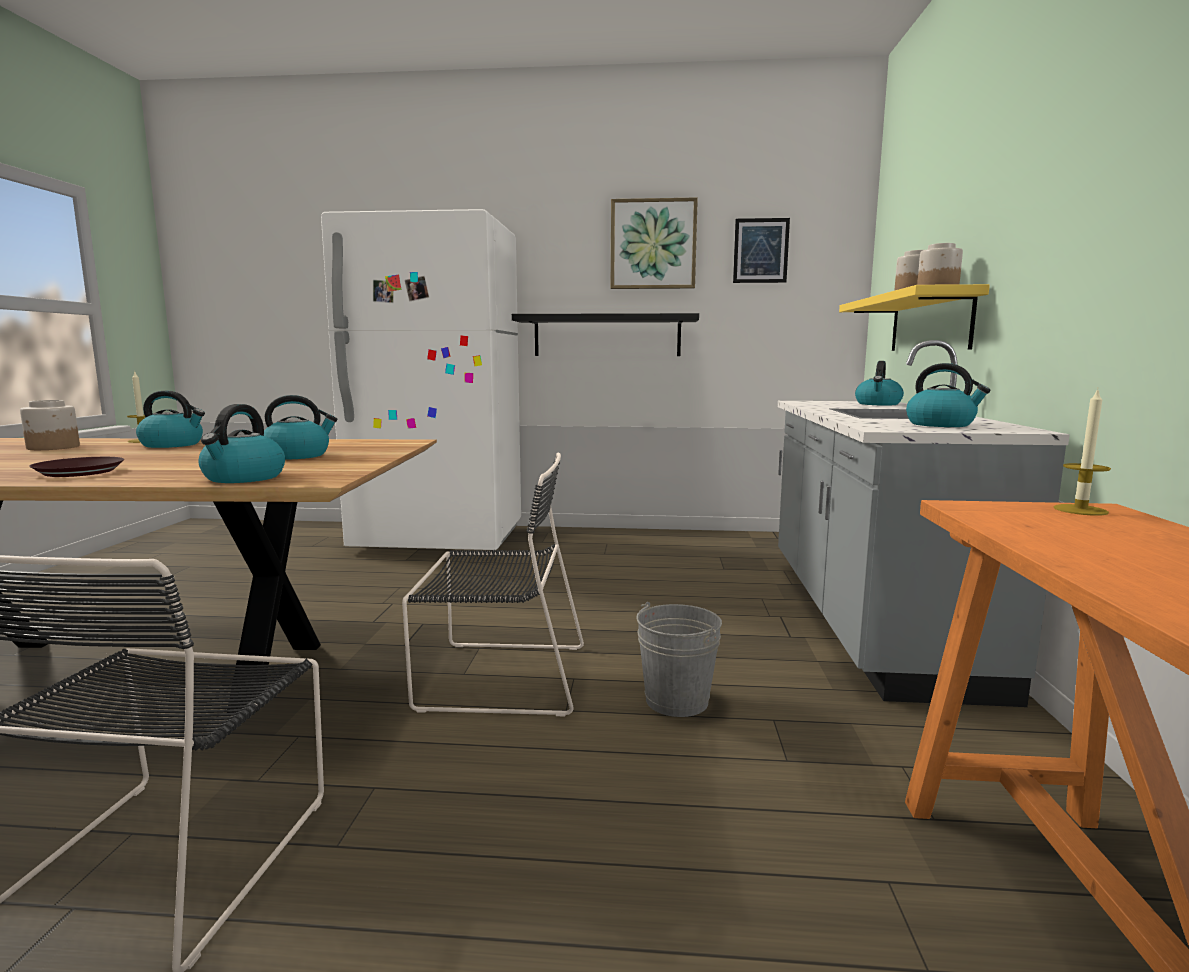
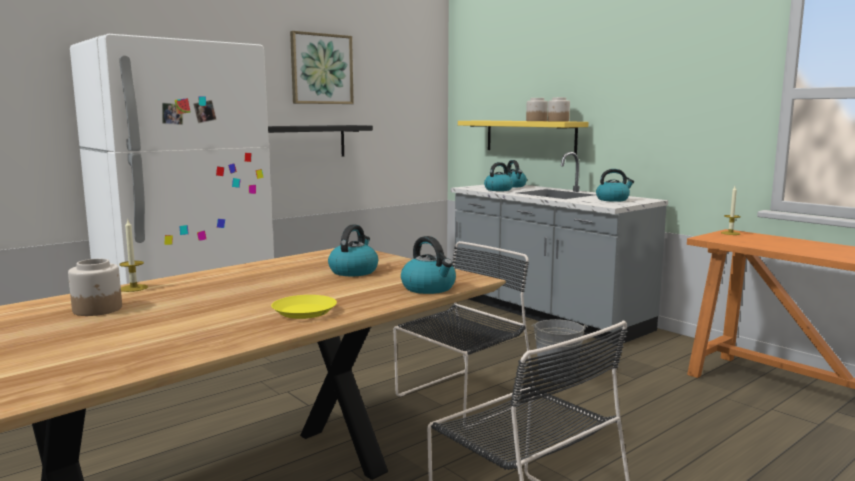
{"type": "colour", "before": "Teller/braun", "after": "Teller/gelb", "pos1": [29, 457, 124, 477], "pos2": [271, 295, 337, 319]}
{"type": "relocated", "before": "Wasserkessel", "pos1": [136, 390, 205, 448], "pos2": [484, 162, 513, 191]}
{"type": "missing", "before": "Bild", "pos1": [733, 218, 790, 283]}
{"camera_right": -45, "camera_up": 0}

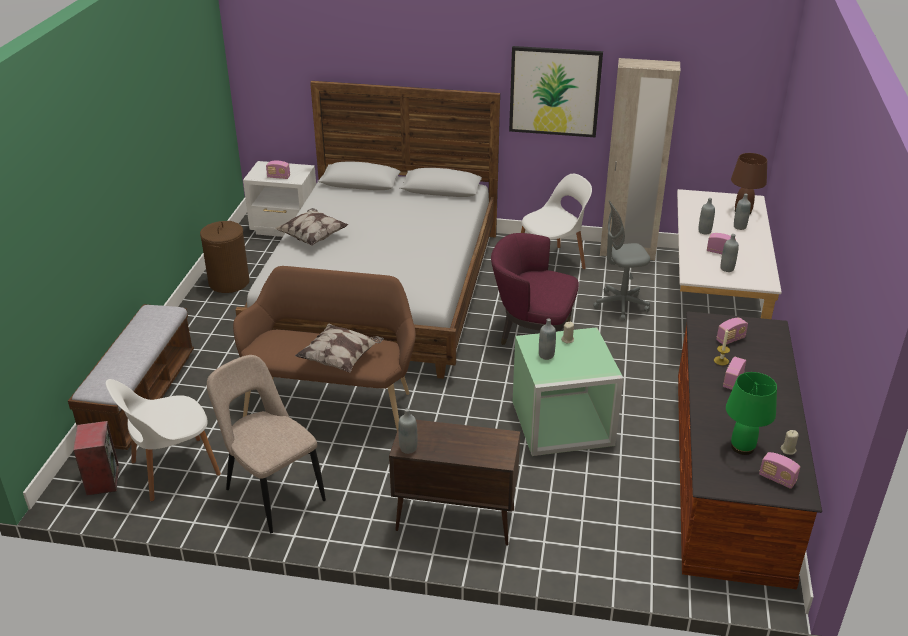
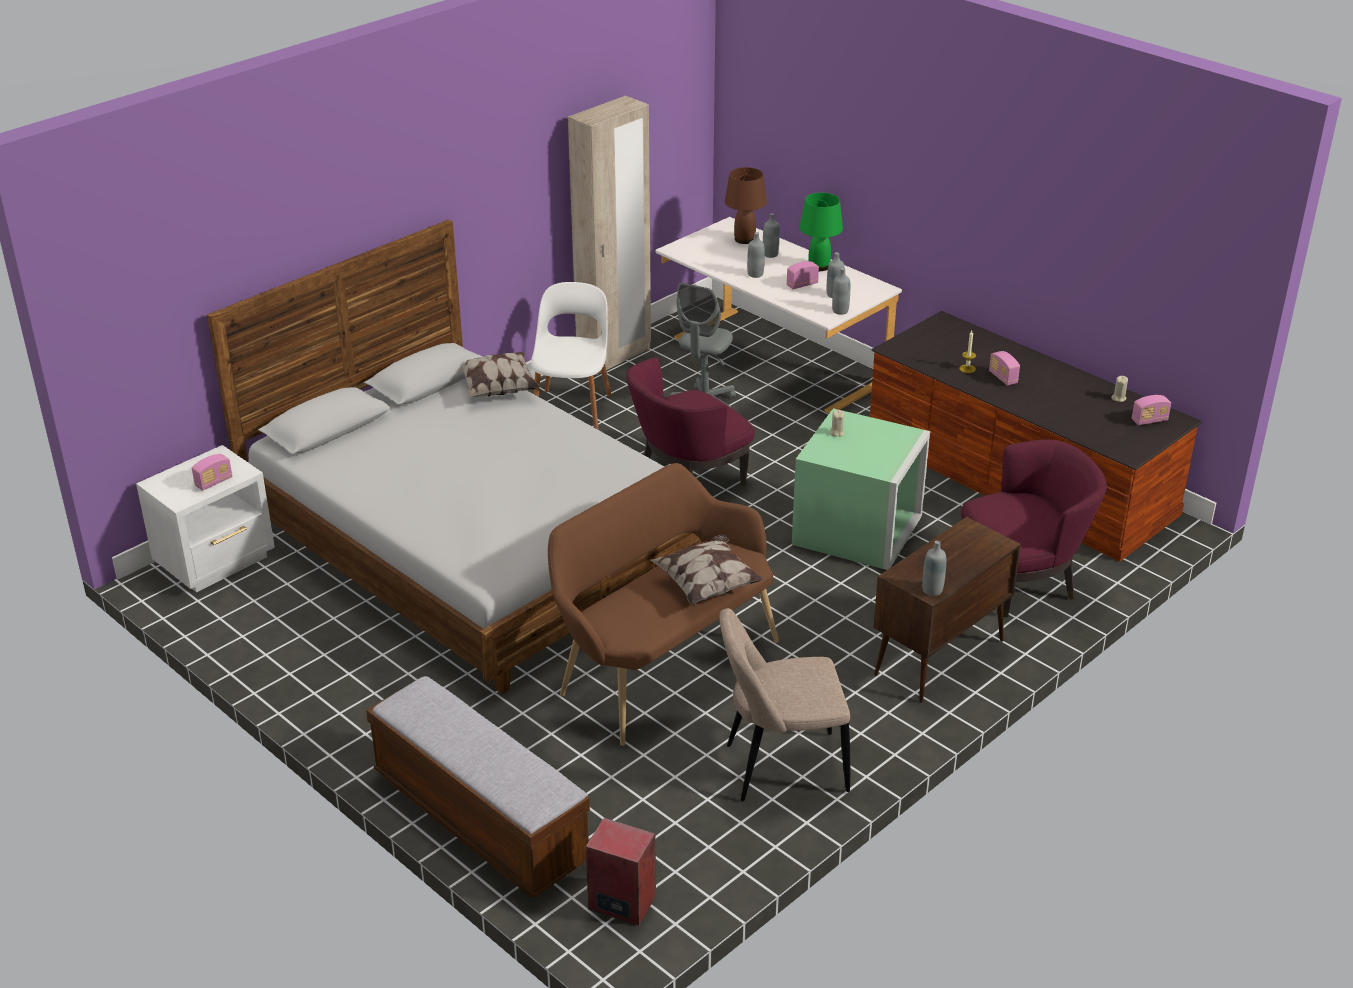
{"type": "missing", "before": "Stuhl/weiß", "pos1": [106, 379, 221, 501]}
{"type": "missing", "before": "Wäschekorb/braun", "pos1": [200, 221, 250, 293]}
{"type": "relocated", "before": "Kissen", "pos1": [274, 208, 349, 246], "pos2": [462, 352, 540, 398]}
{"type": "missing", "before": "Bild", "pos1": [509, 46, 603, 138]}
{"type": "relocated", "before": "Flasche/grau", "pos1": [539, 319, 556, 360], "pos2": [832, 268, 850, 315]}
{"type": "missing", "before": "Radio", "pos1": [716, 318, 748, 344]}
{"type": "relocated", "before": "Tischlampe/grün", "pos1": [726, 372, 777, 455], "pos2": [799, 193, 843, 271]}
{"type": "appeared", "after": "Sessel/lila", "pos2": [961, 440, 1107, 617]}
{"camera_right": -55, "camera_up": 0}

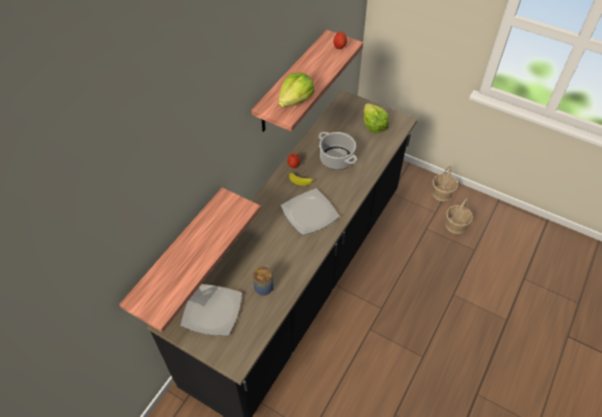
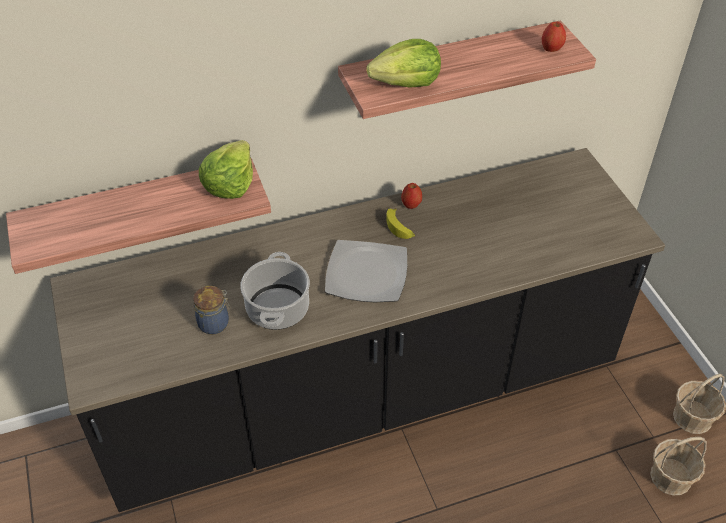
{"type": "missing", "before": "Teller", "pos1": [181, 284, 242, 336]}
{"type": "relocated", "before": "Kochtopf", "pos1": [319, 132, 357, 170], "pos2": [240, 252, 310, 330]}
{"type": "relocated", "before": "Salatkopf", "pos1": [363, 103, 389, 133], "pos2": [199, 140, 253, 199]}
{"camera_right": 40, "camera_up": -5}

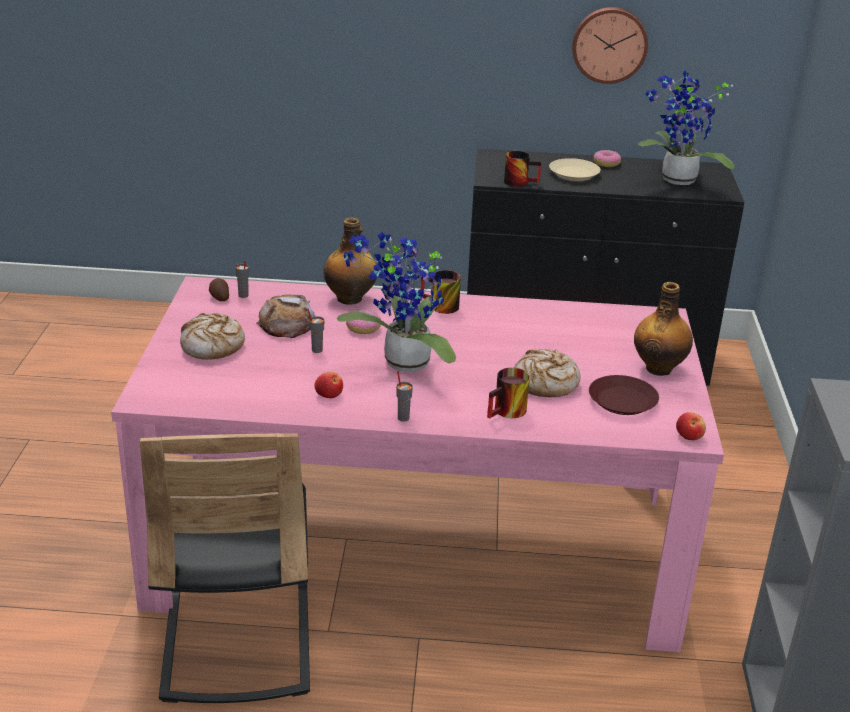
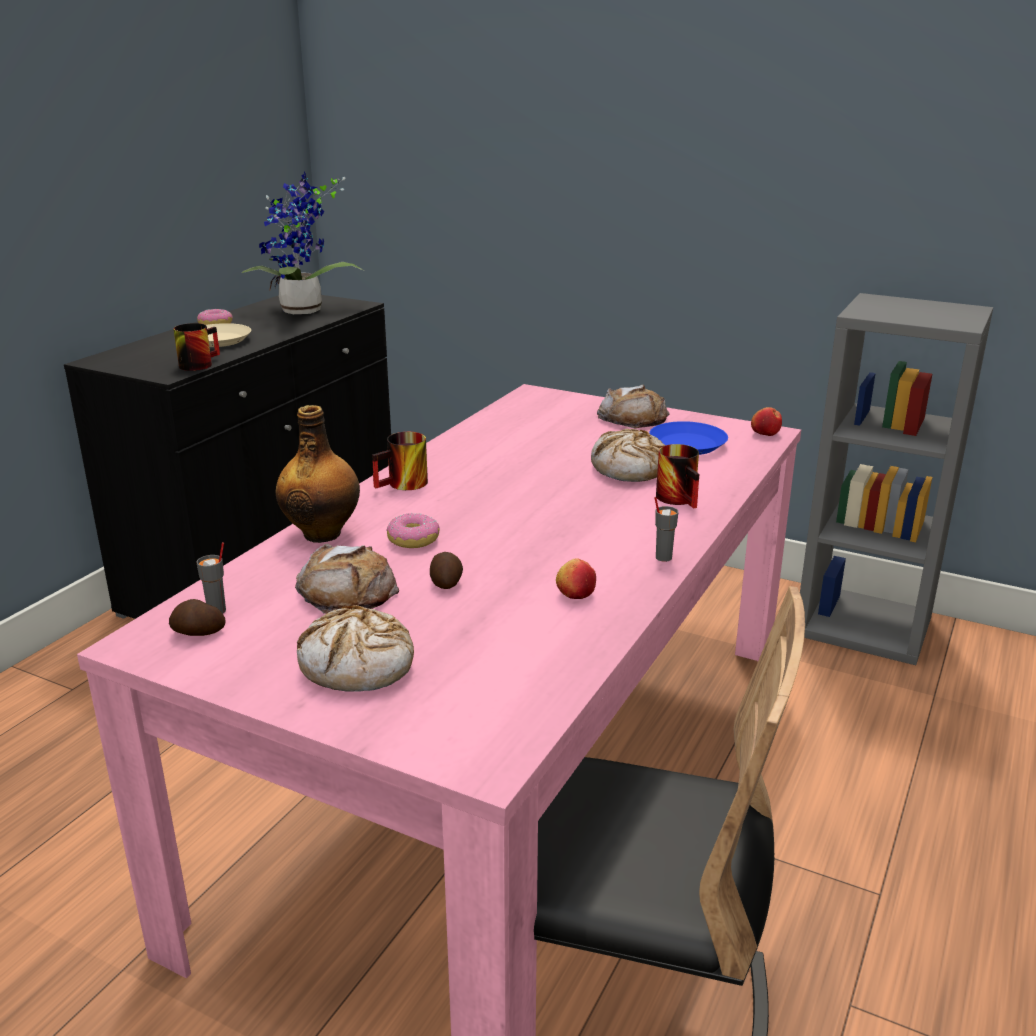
{"type": "exchanged", "before": "Tasse/grau", "after": "Kartoffel", "pos1": [307, 308, 324, 353], "pos2": [430, 552, 463, 589]}
{"type": "missing", "before": "Topfpflanze", "pos1": [336, 232, 456, 372]}
{"type": "missing", "before": "Wanduhr", "pos1": [572, 7, 648, 84]}
{"type": "colour", "before": "Teller/braun", "after": "Teller/blau", "pos1": [589, 375, 659, 415], "pos2": [649, 421, 728, 455]}
{"type": "exchanged", "before": "Flasche", "after": "Brot", "pos1": [634, 282, 693, 376], "pos2": [597, 385, 670, 428]}
{"camera_right": -65, "camera_up": -5}

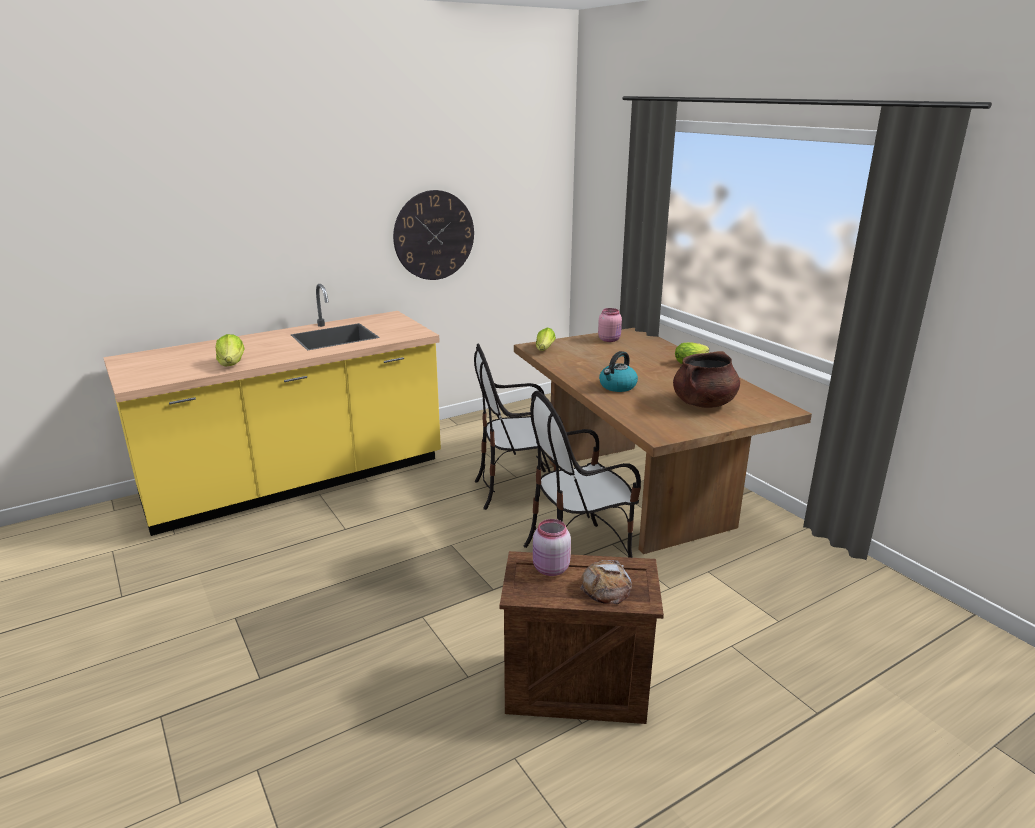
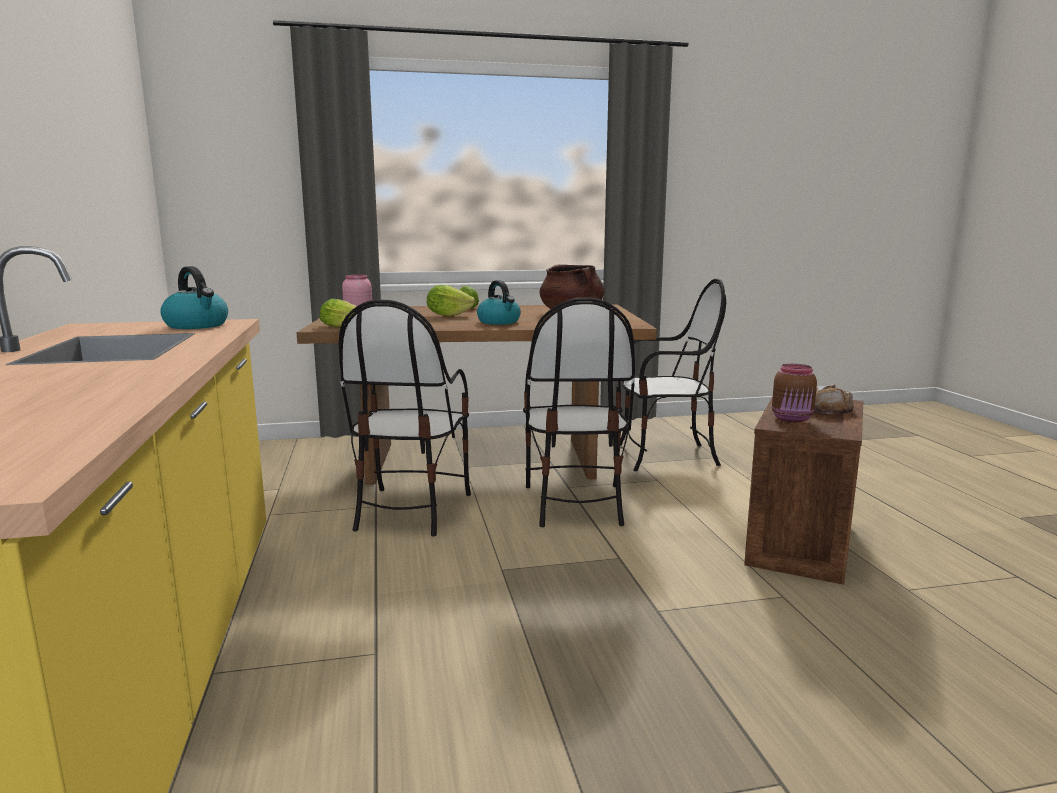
{"type": "relocated", "before": "Salatkopf", "pos1": [216, 334, 245, 367], "pos2": [427, 285, 475, 317]}
{"type": "missing", "before": "Wanduhr", "pos1": [393, 190, 474, 280]}
{"type": "colour", "before": "Vorratsglas/rosa", "after": "Vorratsglas/braun", "pos1": [533, 519, 571, 576], "pos2": [772, 364, 817, 422]}
{"type": "appeared", "after": "Wasserkessel", "pos2": [160, 266, 228, 329]}
{"type": "appeared", "after": "Stuhl", "pos2": [620, 279, 726, 471]}
{"camera_right": -70, "camera_up": -10}

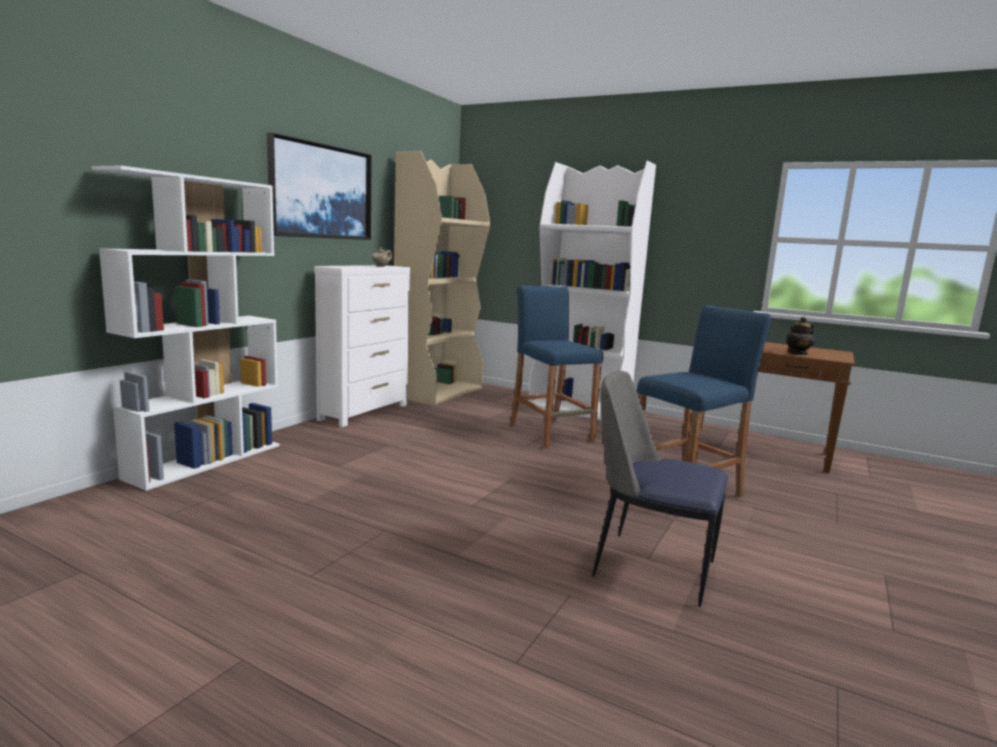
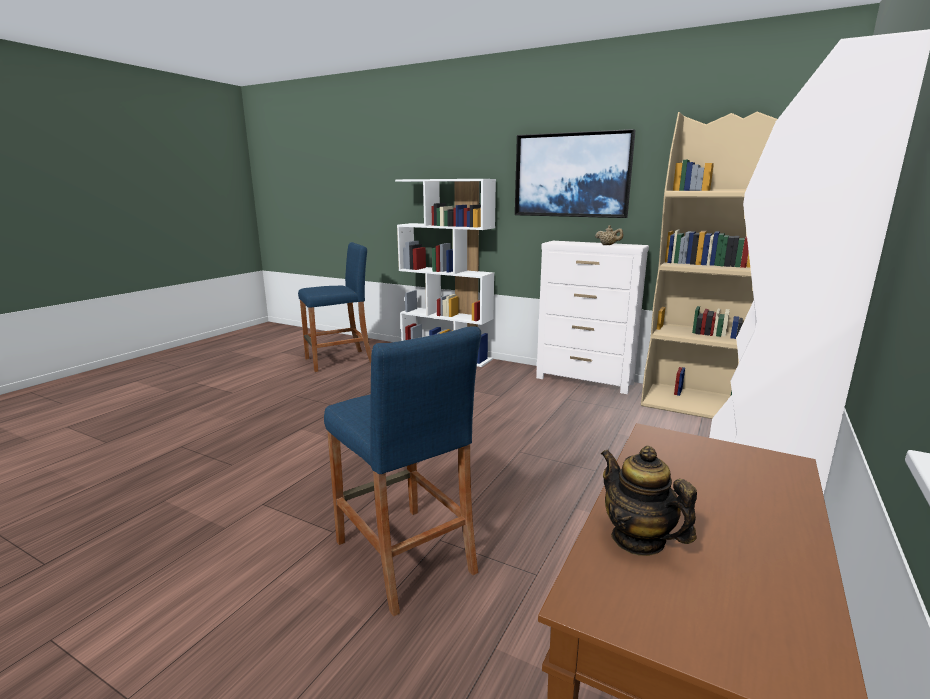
{"type": "relocated", "before": "Hocker/blau", "pos1": [510, 285, 603, 449], "pos2": [298, 242, 371, 372]}
{"type": "missing", "before": "Stuhl", "pos1": [592, 371, 728, 607]}
{"camera_right": 90, "camera_up": 5}

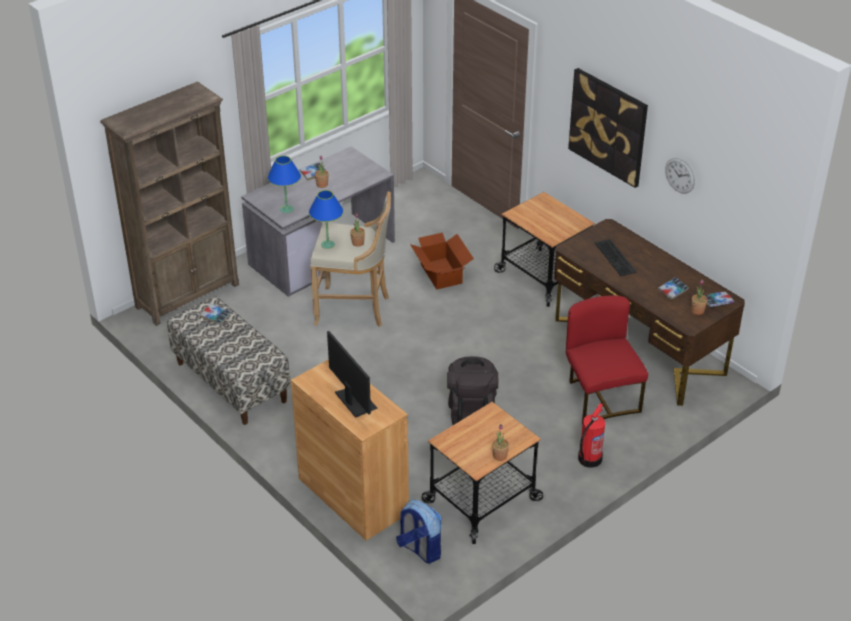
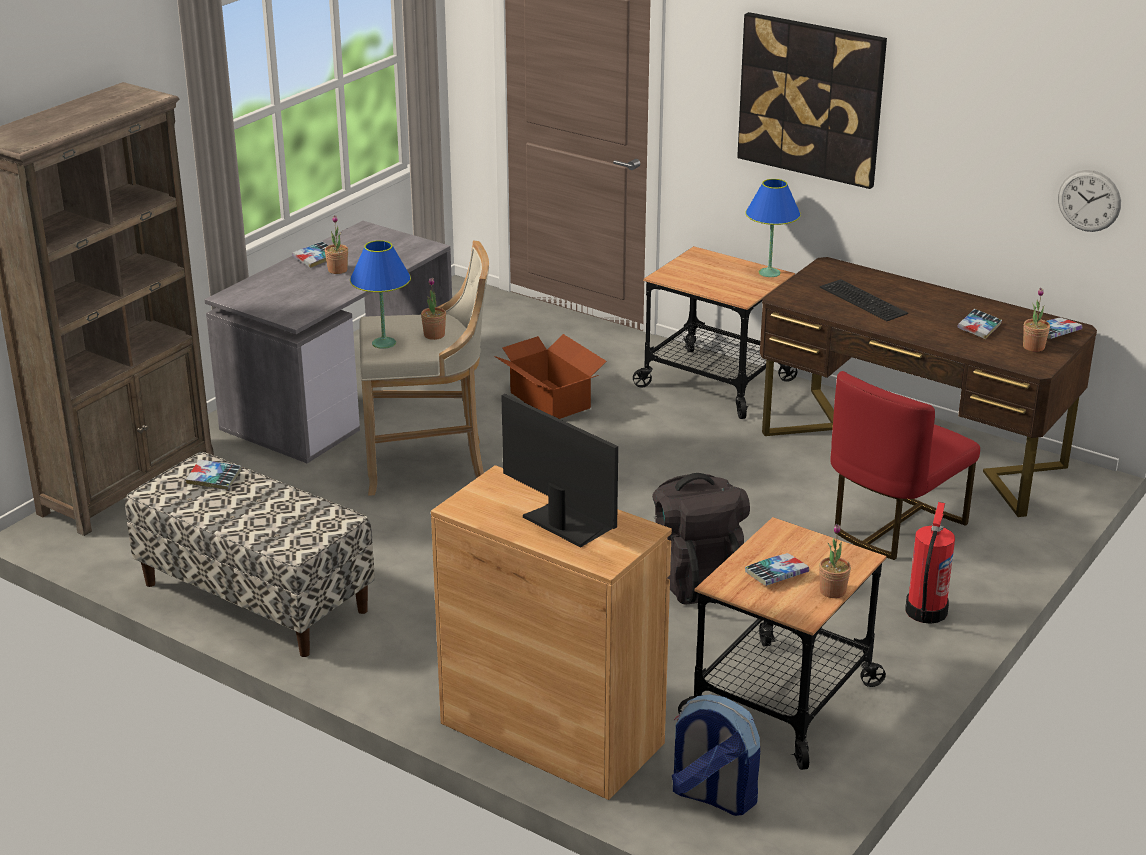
{"type": "relocated", "before": "Tischlampe/blau", "pos1": [267, 156, 301, 213], "pos2": [746, 179, 801, 277]}
{"type": "spun", "before": "Stuhl/rot", "pos1": [566, 295, 648, 424], "pos2": [831, 371, 980, 560], "turn": -105}
{"type": "relocated", "before": "Wanduhr", "pos1": [665, 158, 695, 194], "pos2": [1058, 170, 1121, 232]}
{"type": "appeared", "after": "Buch", "pos2": [745, 553, 809, 586]}
{"camera_right": -15, "camera_up": -10}

